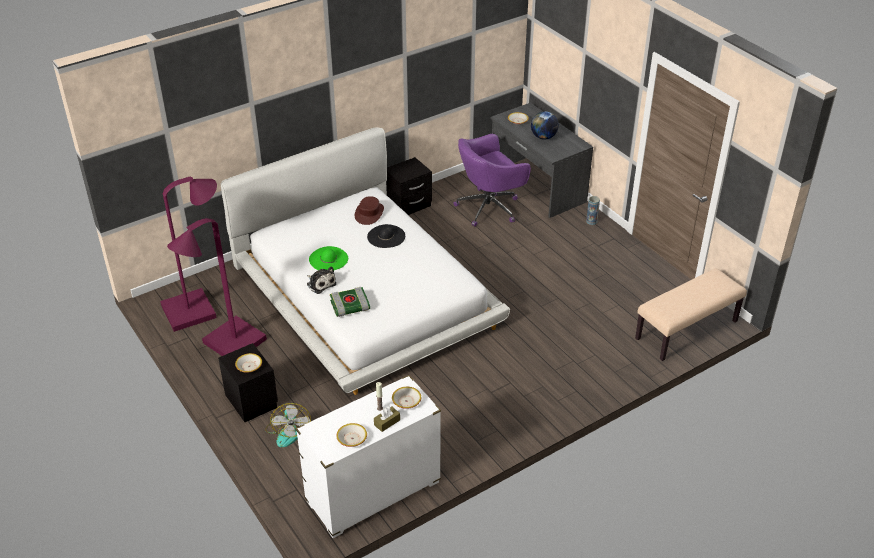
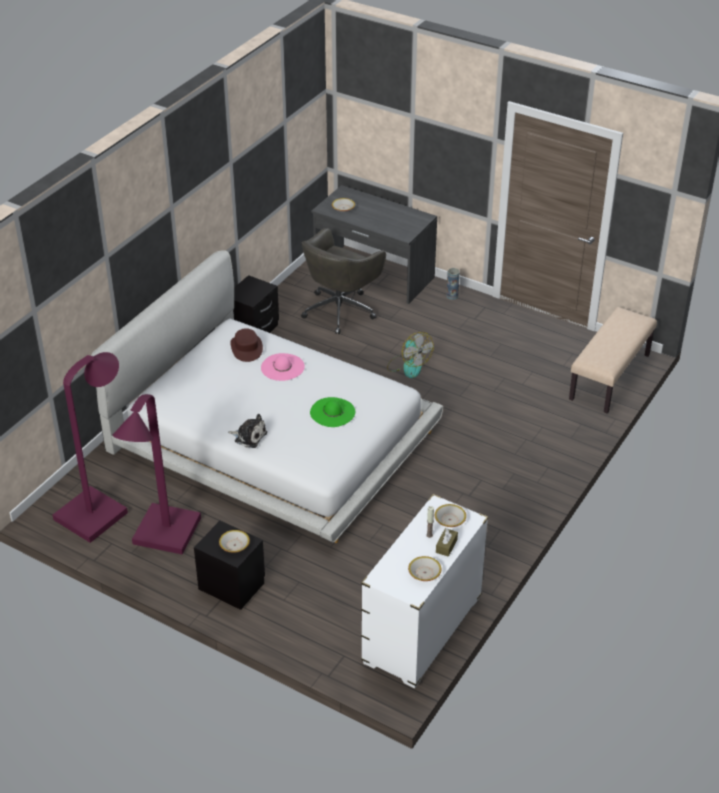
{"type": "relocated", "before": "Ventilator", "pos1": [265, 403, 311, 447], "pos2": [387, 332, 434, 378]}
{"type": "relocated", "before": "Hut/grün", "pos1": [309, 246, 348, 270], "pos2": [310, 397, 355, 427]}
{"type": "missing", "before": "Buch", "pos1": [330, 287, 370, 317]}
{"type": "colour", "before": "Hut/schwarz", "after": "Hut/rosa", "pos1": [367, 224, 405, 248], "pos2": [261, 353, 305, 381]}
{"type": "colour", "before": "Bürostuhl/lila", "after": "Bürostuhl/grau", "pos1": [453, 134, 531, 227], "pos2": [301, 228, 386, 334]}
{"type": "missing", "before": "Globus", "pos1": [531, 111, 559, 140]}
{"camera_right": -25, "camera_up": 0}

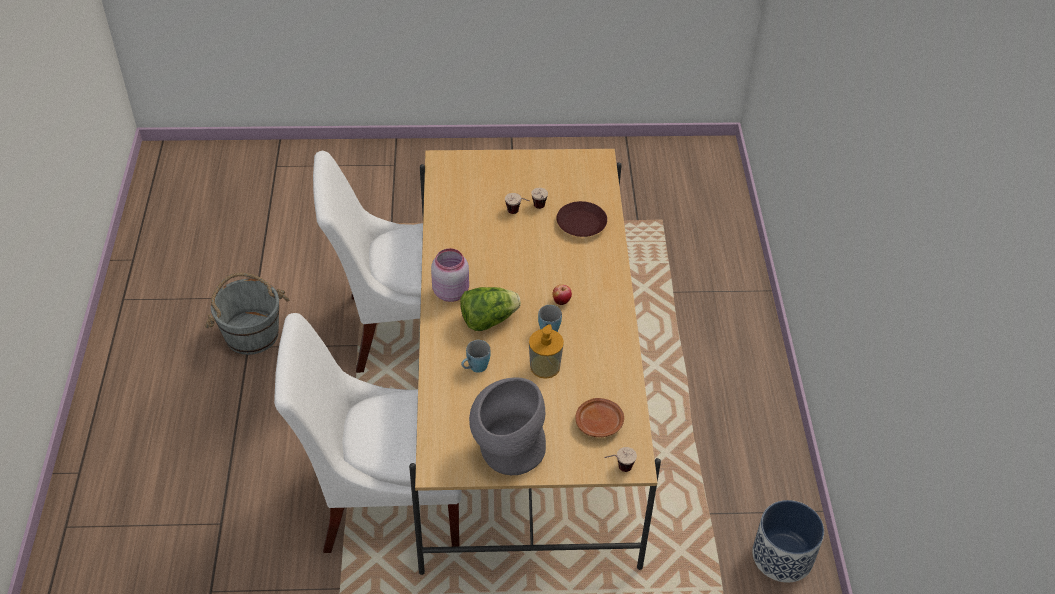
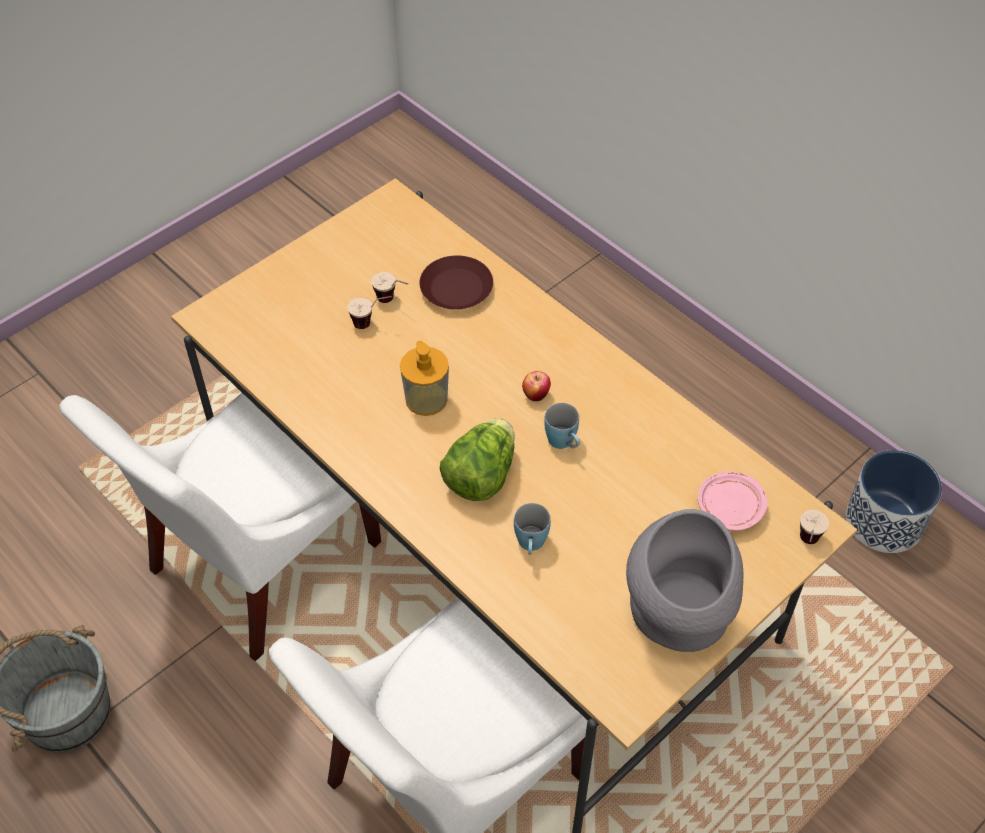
{"type": "missing", "before": "Vorratsglas/rosa", "pos1": [431, 248, 469, 302]}
{"type": "relocated", "before": "Seifenspender", "pos1": [529, 324, 564, 379], "pos2": [400, 341, 449, 416]}
{"type": "colour", "before": "Teller/braun", "after": "Teller/rosa", "pos1": [575, 398, 624, 437], "pos2": [698, 471, 768, 531]}
{"camera_right": -40, "camera_up": 5}

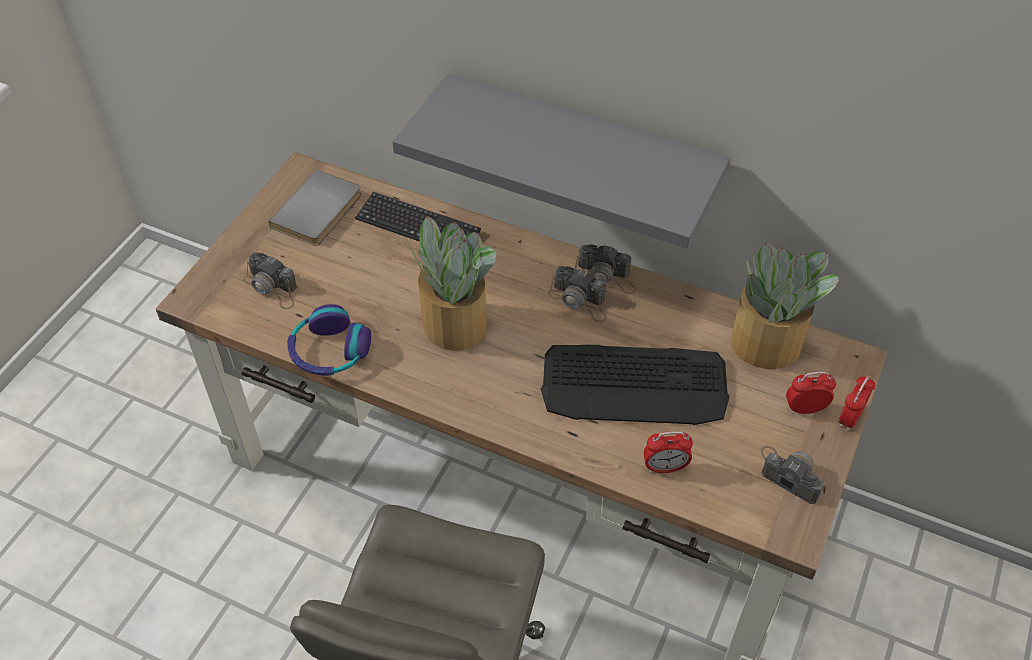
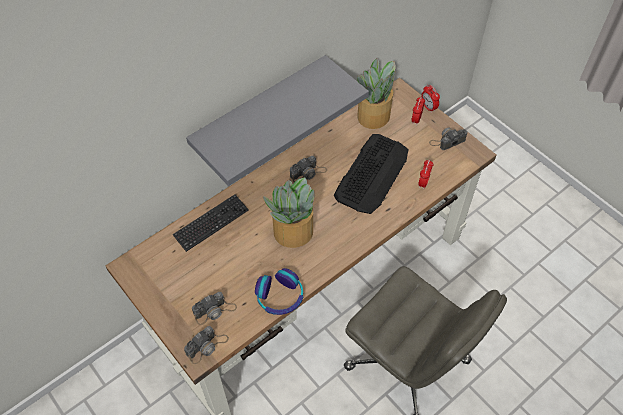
{"type": "missing", "before": "Buch/grau", "pos1": [269, 170, 362, 246]}
{"type": "relocated", "before": "Kamera", "pos1": [575, 244, 636, 294], "pos2": [184, 326, 229, 364]}
{"camera_right": -65, "camera_up": 5}

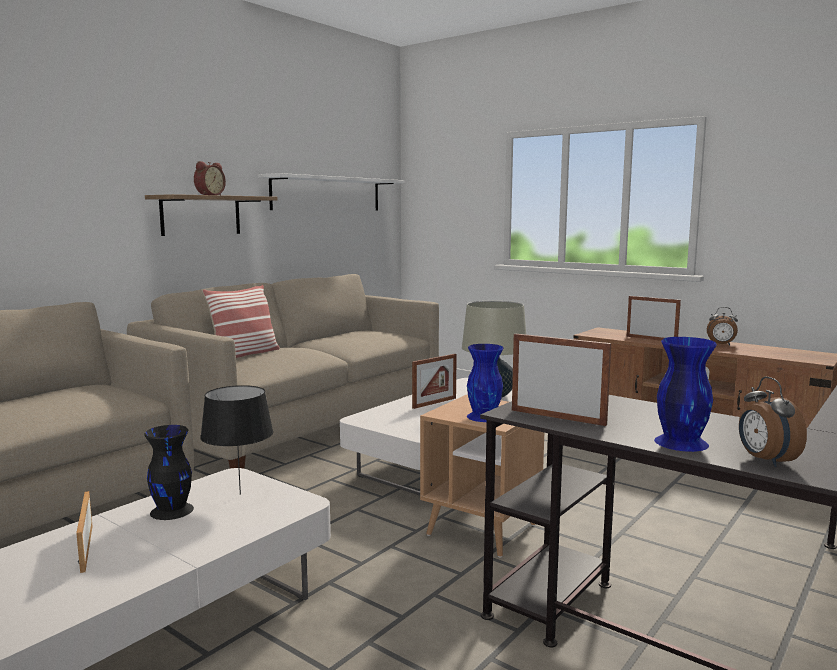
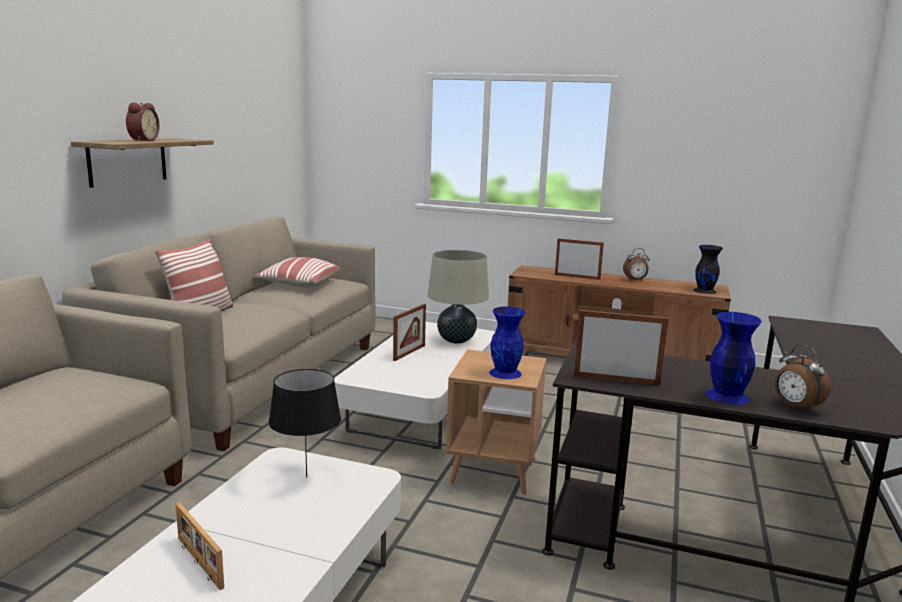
{"type": "relocated", "before": "Vase/schwarz", "pos1": [144, 425, 194, 520], "pos2": [693, 245, 723, 294]}
{"type": "missing", "before": "Wandregal/weiß", "pos1": [258, 173, 405, 210]}
{"type": "appeared", "after": "Kissen", "pos2": [254, 257, 340, 287]}
{"camera_right": -20, "camera_up": 5}

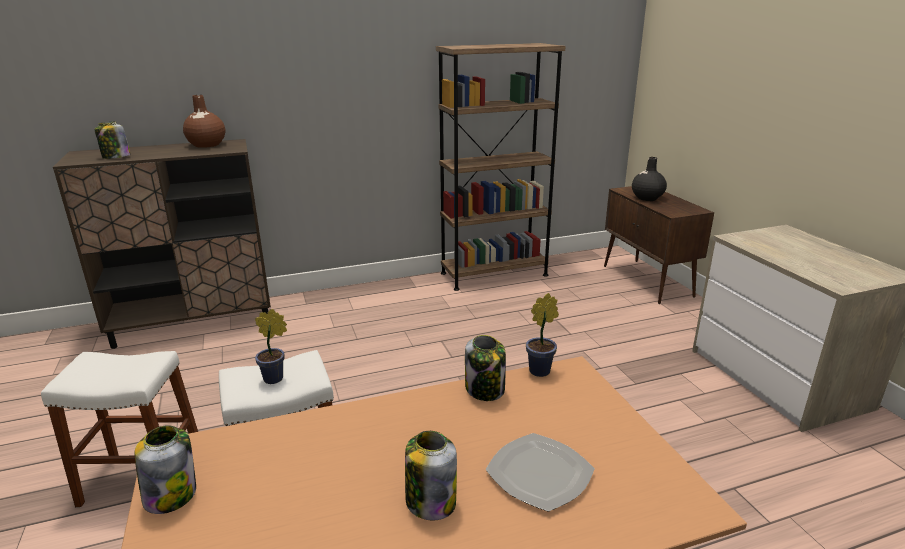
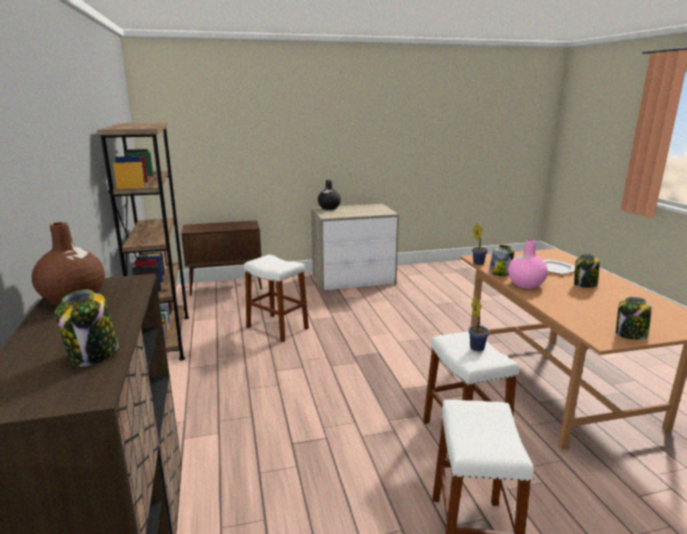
{"type": "relocated", "before": "Vase/schwarz", "pos1": [632, 157, 667, 201], "pos2": [318, 180, 341, 210]}
{"type": "appeared", "after": "Hocker/weiß", "pos2": [244, 255, 309, 342]}
{"type": "appeared", "after": "Vase/rosa", "pos2": [508, 239, 548, 289]}
{"camera_right": -85, "camera_up": -5}

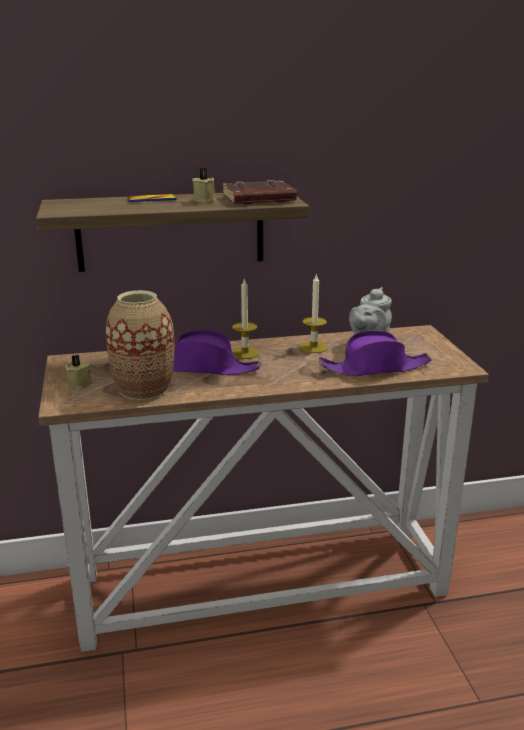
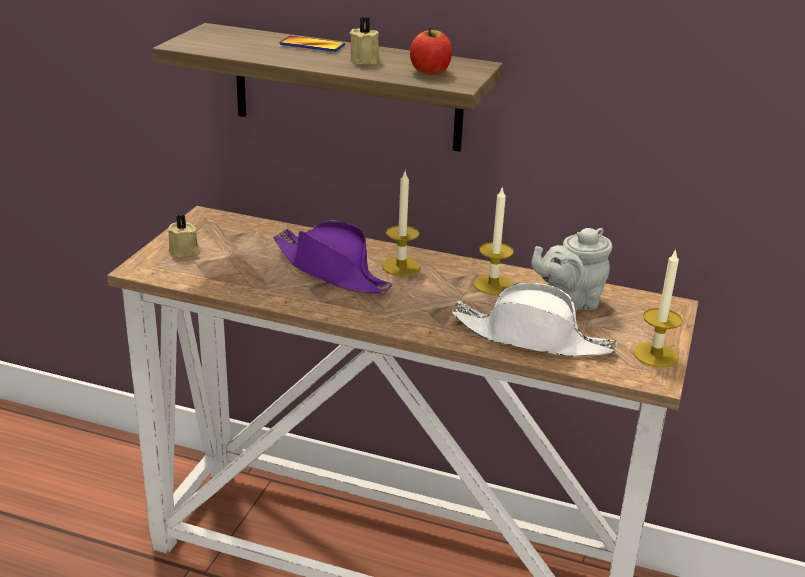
{"type": "missing", "before": "Vase", "pos1": [106, 290, 175, 400]}
{"type": "exchanged", "before": "Buch/braun", "after": "Apfel", "pos1": [222, 180, 297, 204], "pos2": [410, 27, 452, 75]}
{"type": "colour", "before": "Hut/lila", "after": "Hut/weiß", "pos1": [319, 330, 431, 377], "pos2": [451, 283, 617, 357]}
{"type": "appeared", "after": "Kerze", "pos2": [633, 249, 682, 368]}
{"camera_right": 30, "camera_up": 5}

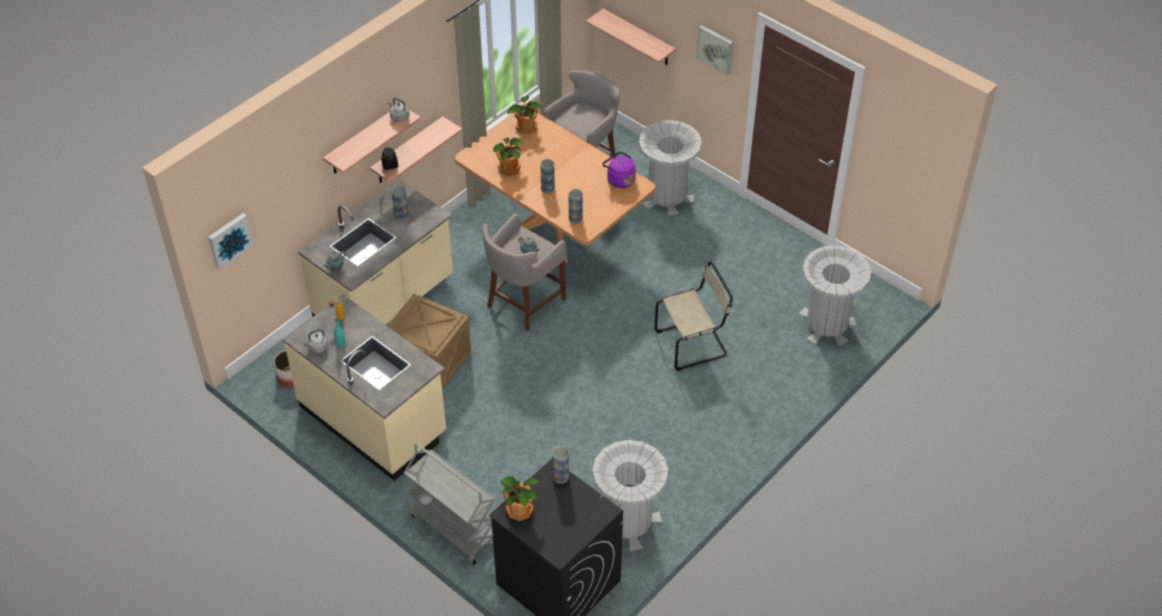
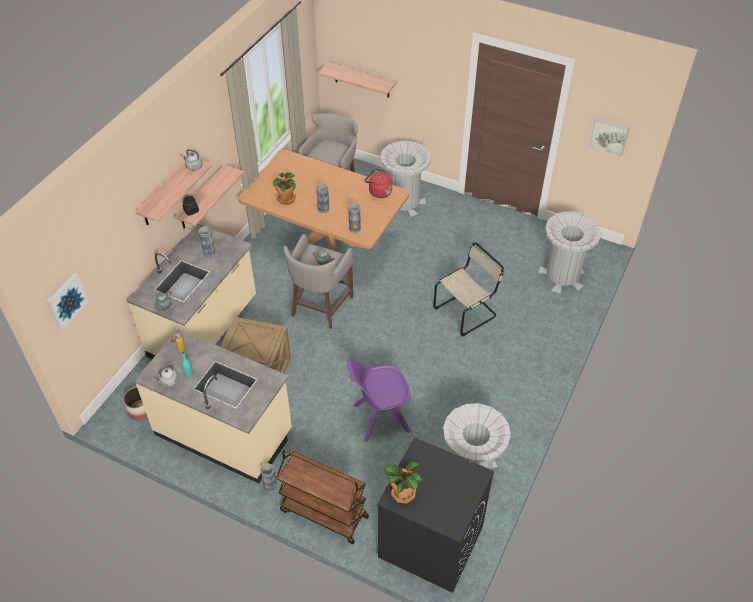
{"type": "colour", "before": "Rollwagen/grau", "after": "Rollwagen/braun", "pos1": [404, 443, 495, 565], "pos2": [276, 450, 369, 544]}
{"type": "missing", "before": "Topfpflanze", "pos1": [507, 96, 541, 135]}
{"type": "relocated", "before": "Vase", "pos1": [552, 446, 569, 484], "pos2": [260, 463, 277, 492]}
{"type": "colour", "before": "Wasserkessel/lila", "after": "Wasserkessel/rot", "pos1": [602, 151, 636, 188], "pos2": [365, 169, 392, 198]}
{"type": "relocated", "before": "Bild", "pos1": [696, 25, 733, 75], "pos2": [588, 118, 630, 157]}
{"type": "appeared", "after": "Stuhl/lila", "pos2": [347, 358, 411, 442]}
{"camera_right": -15, "camera_up": 0}

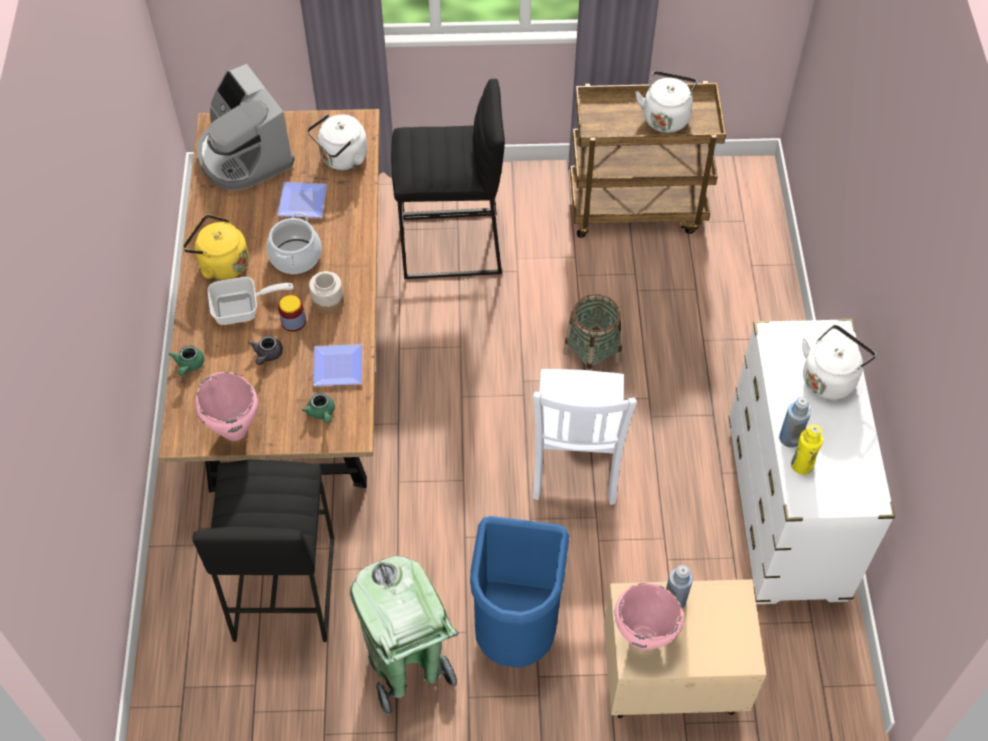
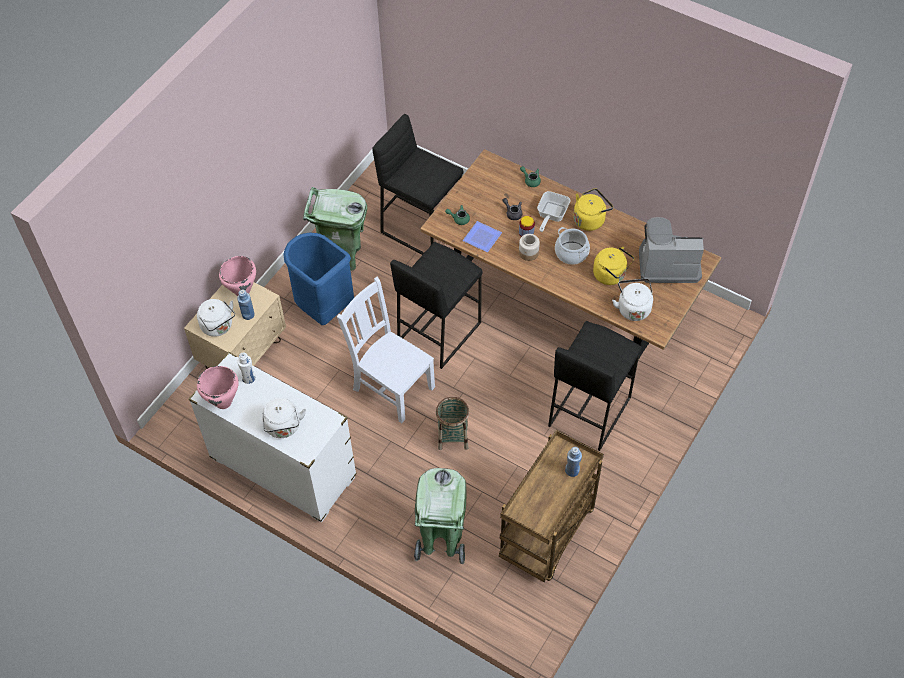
{"type": "relocated", "before": "Kochtopf/rosa", "pos1": [195, 372, 258, 441], "pos2": [197, 366, 239, 409]}
{"type": "exchanged", "before": "Teller", "after": "Wasserkessel/gelb", "pos1": [277, 182, 327, 218], "pos2": [593, 247, 634, 285]}
{"type": "relocated", "before": "Wasserkessel/weiß", "pos1": [635, 71, 697, 133], "pos2": [197, 299, 235, 337]}
{"type": "relocated", "before": "Flasche/blau", "pos1": [779, 397, 811, 448], "pos2": [565, 447, 582, 477]}
{"type": "colour", "before": "Flasche/gelb", "after": "Flasche/weiß", "pos1": [791, 424, 823, 475], "pos2": [237, 353, 256, 384]}
{"type": "appeared", "after": "Hocker/schwarz", "pos2": [390, 242, 483, 369]}
{"type": "appeared", "after": "Mülleimer/grün", "pos2": [414, 468, 467, 564]}
{"camera_right": 125, "camera_up": 0}

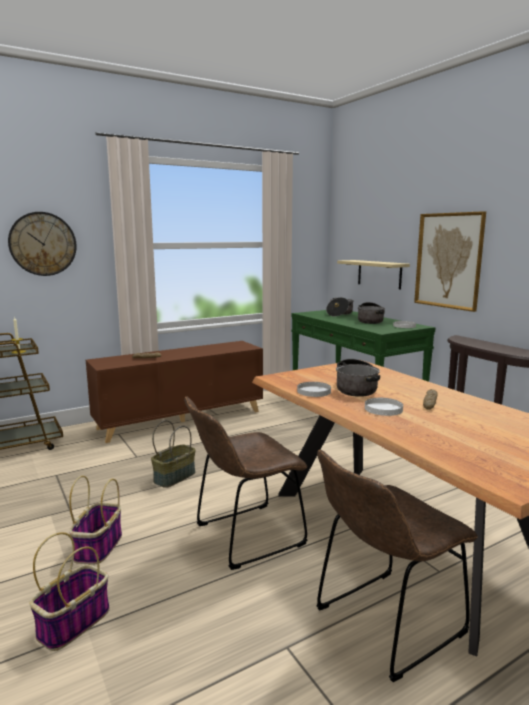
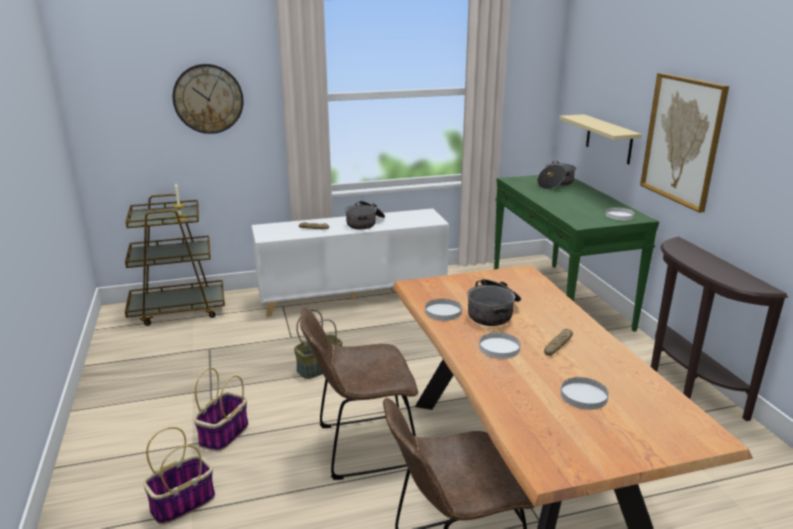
{"type": "colour", "before": "Schrank/braun", "after": "Schrank/weiß", "pos1": [86, 341, 263, 443], "pos2": [251, 208, 449, 317]}
{"type": "relocated", "before": "Kochtopf", "pos1": [358, 302, 385, 324], "pos2": [345, 201, 385, 230]}
{"type": "appeared", "after": "Teller/weiß", "pos2": [560, 377, 609, 410]}
{"camera_right": 15, "camera_up": 10}

